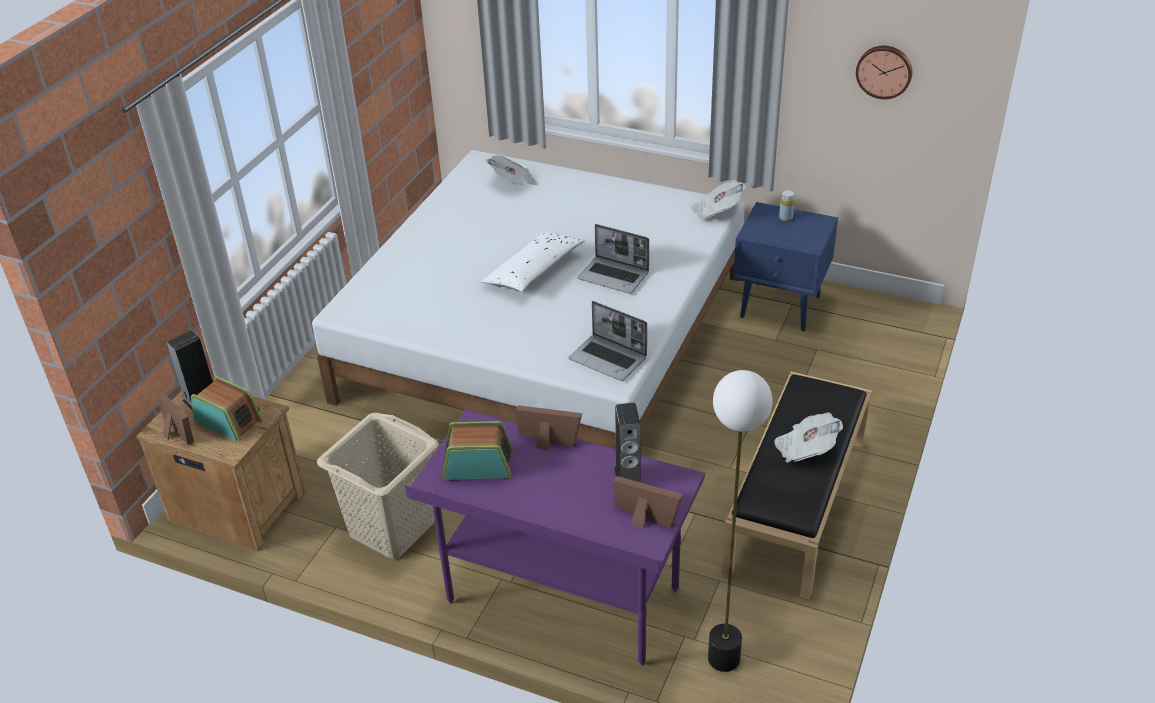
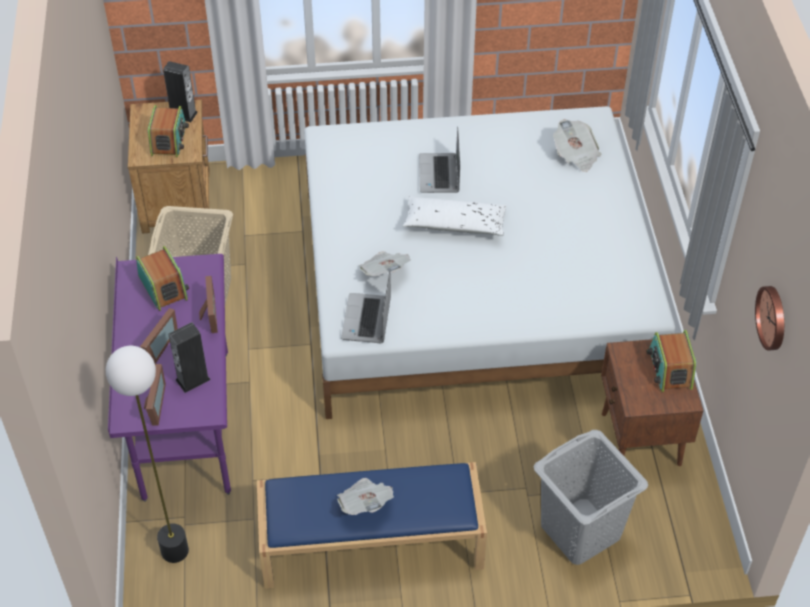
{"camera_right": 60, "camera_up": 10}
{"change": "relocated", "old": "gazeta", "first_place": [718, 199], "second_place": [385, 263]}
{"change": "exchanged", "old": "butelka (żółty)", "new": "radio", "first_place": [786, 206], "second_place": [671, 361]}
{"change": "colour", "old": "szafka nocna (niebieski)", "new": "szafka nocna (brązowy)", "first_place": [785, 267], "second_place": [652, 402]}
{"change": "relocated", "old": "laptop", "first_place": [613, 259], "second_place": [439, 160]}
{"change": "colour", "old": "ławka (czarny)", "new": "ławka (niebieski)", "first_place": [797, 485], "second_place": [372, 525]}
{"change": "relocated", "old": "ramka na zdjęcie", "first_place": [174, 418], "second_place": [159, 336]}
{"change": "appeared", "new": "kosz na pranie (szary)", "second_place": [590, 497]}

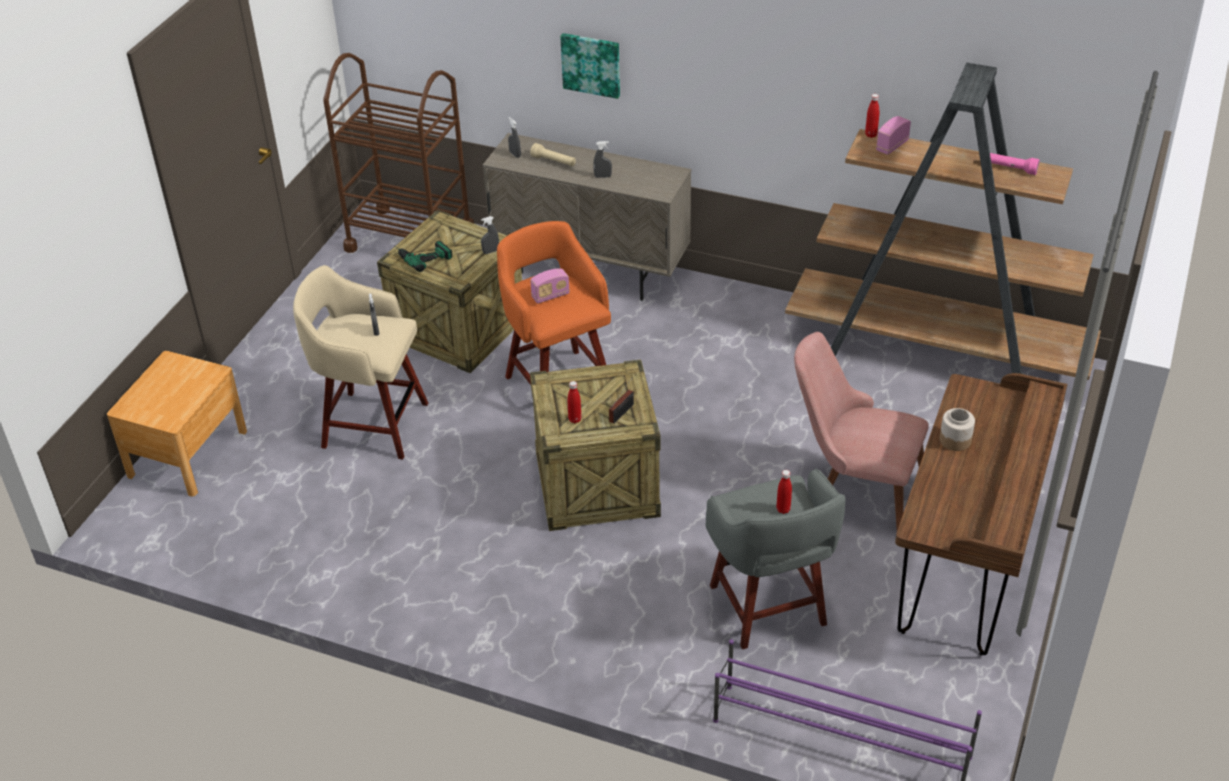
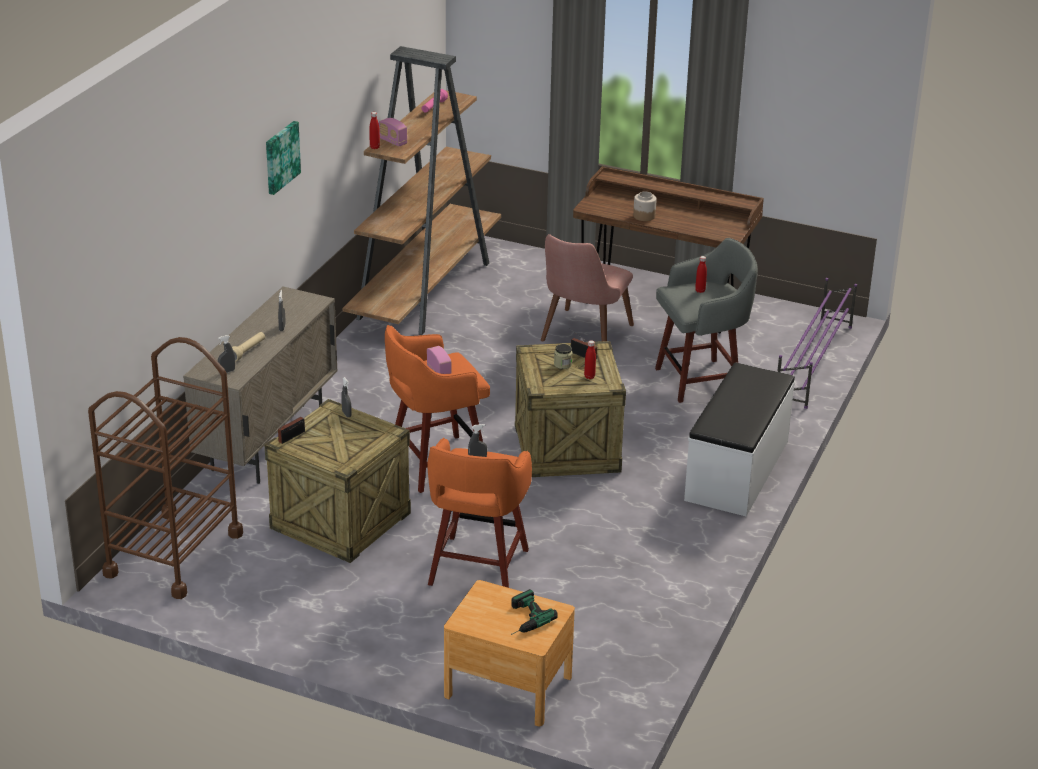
{"camera_right": -90, "camera_up": -10}
{"change": "relocated", "old": "obraz", "first_place": [590, 66], "second_place": [283, 158]}
{"change": "relocated", "old": "wiertarka", "first_place": [424, 256], "second_place": [534, 612]}
{"change": "colour", "old": "stołek (beżowy)", "new": "stołek (pomarańczowy)", "first_place": [360, 362], "second_place": [479, 513]}
{"change": "appeared", "new": "słoik", "second_place": [563, 356]}
{"change": "appeared", "new": "ławka (biały)", "second_place": [739, 439]}
{"change": "appeared", "new": "radio", "second_place": [291, 425]}

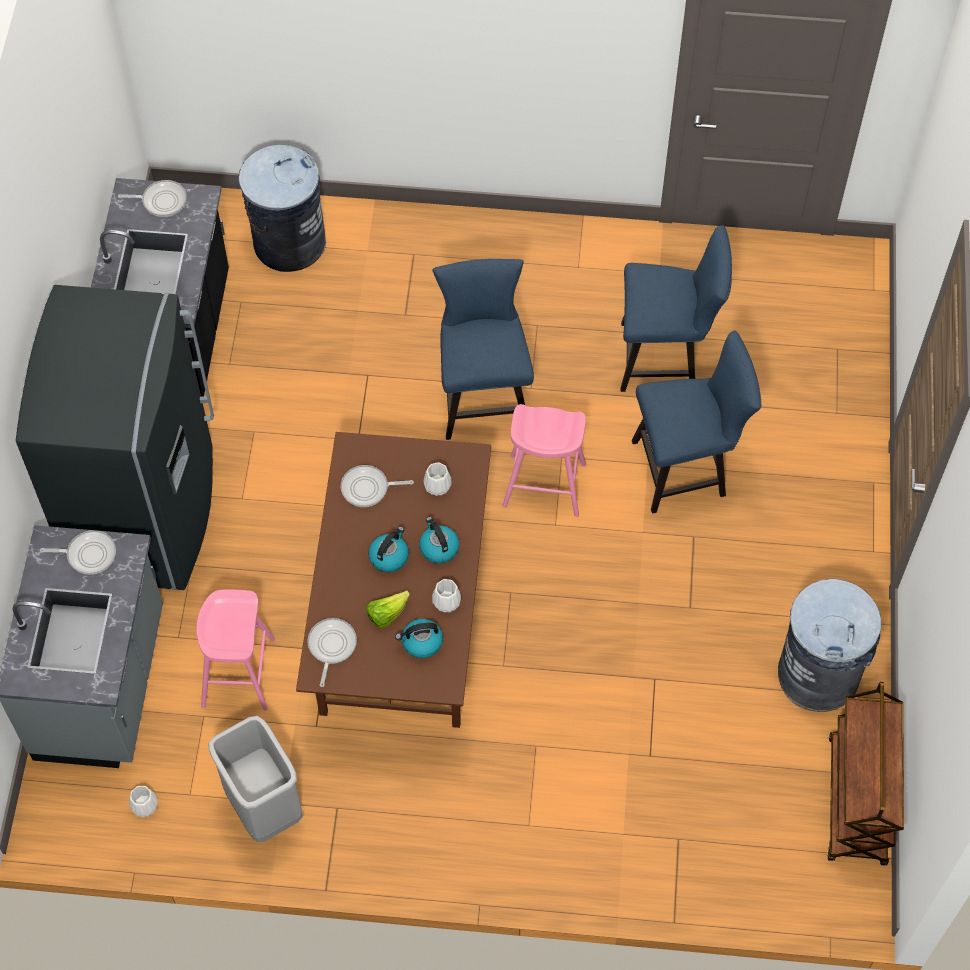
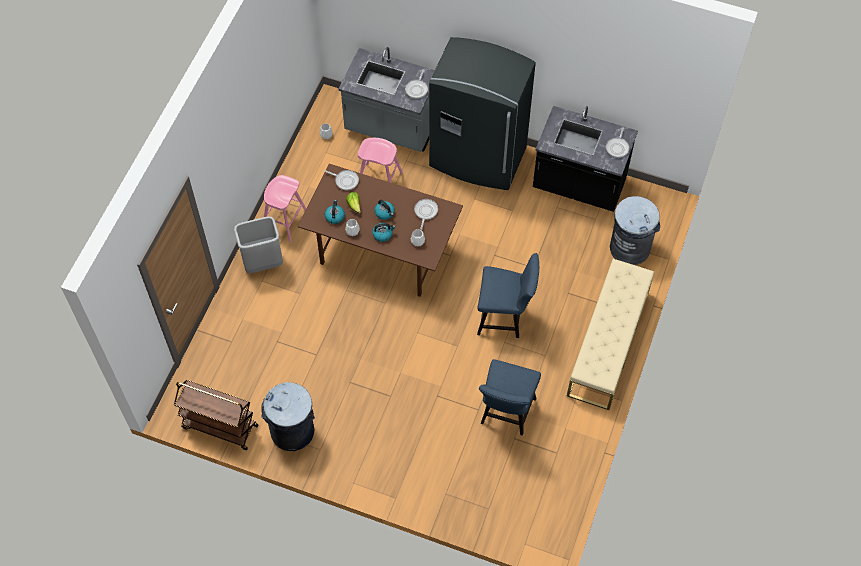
{"camera_right": 105, "camera_up": 0}
{"change": "missing", "old": "krzesło (niebieski)", "first_place": [696, 422]}
{"change": "relocated", "old": "stołek (różowy)", "first_place": [544, 460], "second_place": [285, 208]}
{"change": "relocated", "old": "kosz na śmieci (szary)", "first_place": [255, 779], "second_place": [258, 244]}
{"change": "appeared", "new": "ławka (beżowy)", "second_place": [610, 334]}

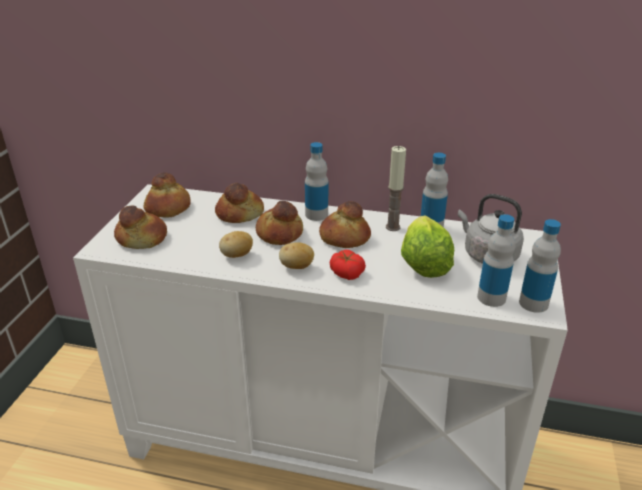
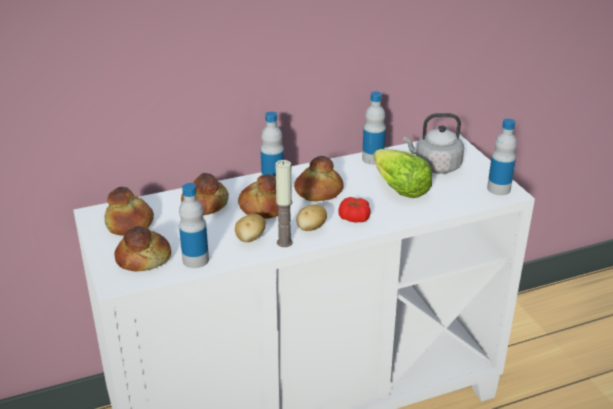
{"camera_right": -35, "camera_up": 0}
{"change": "relocated", "old": "świeca", "first_place": [396, 188], "second_place": [284, 203]}
{"change": "relocated", "old": "butelka", "first_place": [496, 260], "second_place": [194, 225]}

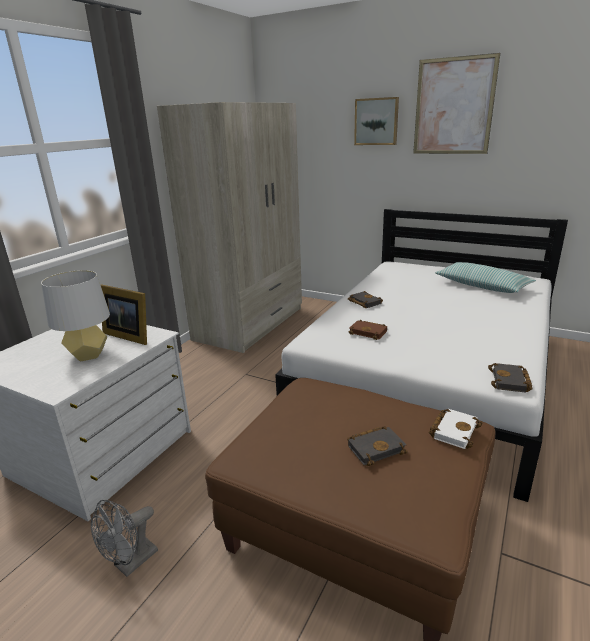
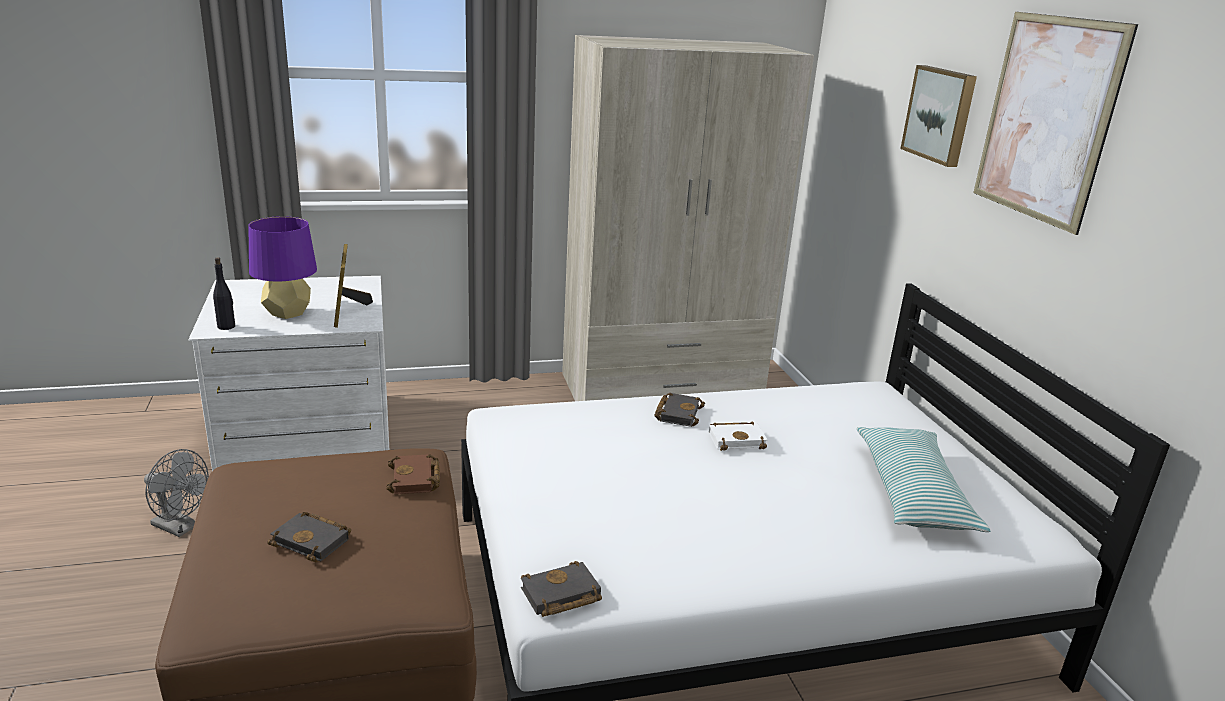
{"camera_right": 45, "camera_up": 0}
{"change": "colour", "old": "lampa stołowa (szary)", "new": "lampa stołowa (fioletowy)", "first_place": [75, 315], "second_place": [282, 267]}
{"change": "relocated", "old": "książka (brązowy)", "first_place": [368, 329], "second_place": [413, 474]}
{"change": "relocated", "old": "książka (biały)", "first_place": [455, 429], "second_place": [738, 436]}
{"change": "spun", "old": "wentylator (szary)", "first_place": [124, 538], "second_place": [176, 493], "degrees": -150}
{"change": "appeared", "new": "butelka (czarny)", "second_place": [224, 293]}

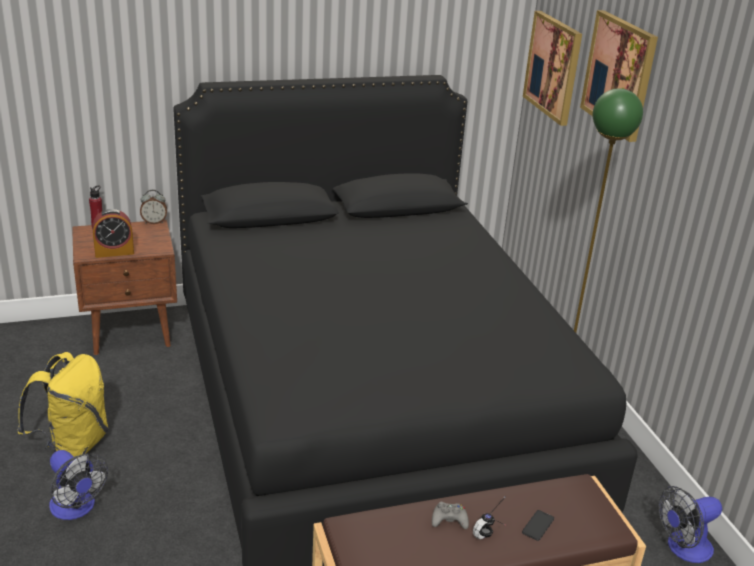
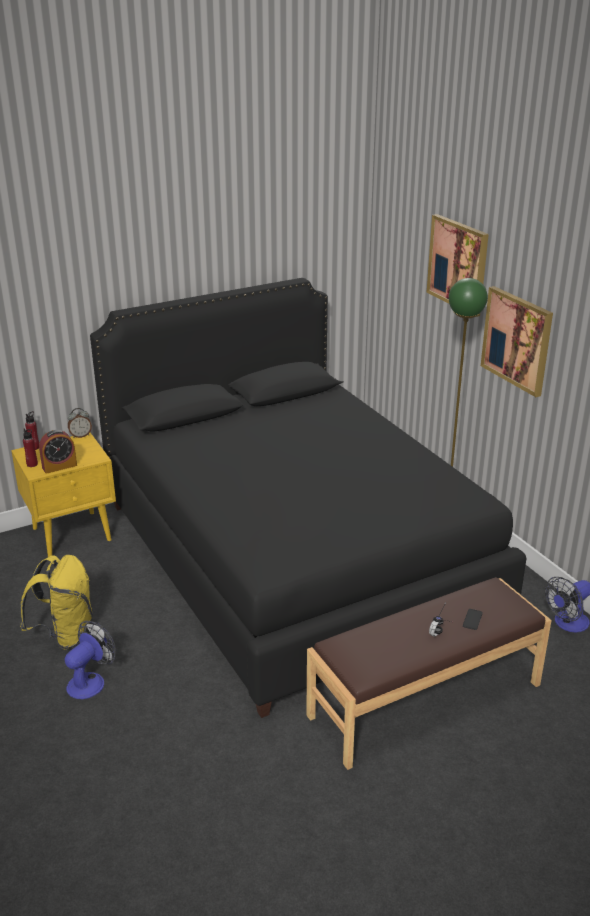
{"camera_right": -10, "camera_up": 0}
{"change": "relocated", "old": "obraz", "first_place": [552, 68], "second_place": [517, 341]}
{"change": "colour", "old": "szafka nocna (brązowy)", "new": "szafka nocna (żółty)", "first_place": [124, 287], "second_place": [63, 495]}
{"change": "spun", "old": "wentylator", "first_place": [78, 485], "second_place": [90, 660], "degrees": -90}
{"change": "missing", "old": "pad do gier (szary)", "first_place": [450, 515]}
{"change": "appeared", "new": "butelka (czerwony)", "second_place": [30, 447]}

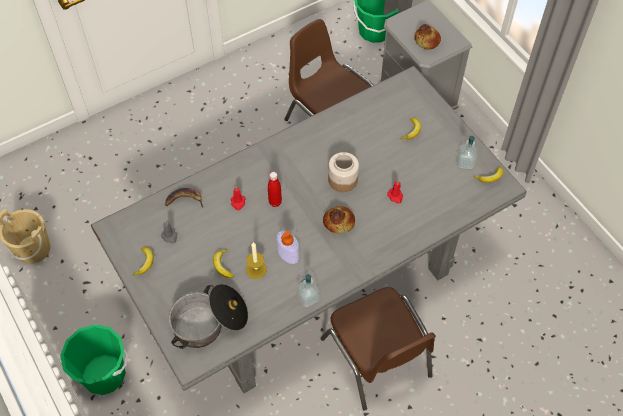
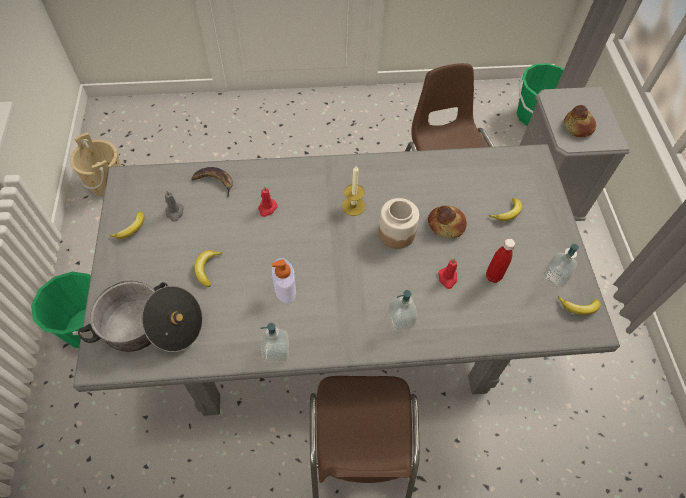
{"camera_right": 25, "camera_up": 0}
{"change": "relocated", "old": "butelka (czerwony)", "first_place": [275, 189], "second_place": [500, 260]}
{"change": "relocated", "old": "chleb", "first_place": [339, 219], "second_place": [447, 221]}
{"change": "relocated", "old": "świeca", "first_place": [256, 260], "second_place": [353, 191]}
{"change": "appeared", "new": "dozownik mydła", "second_place": [402, 311]}

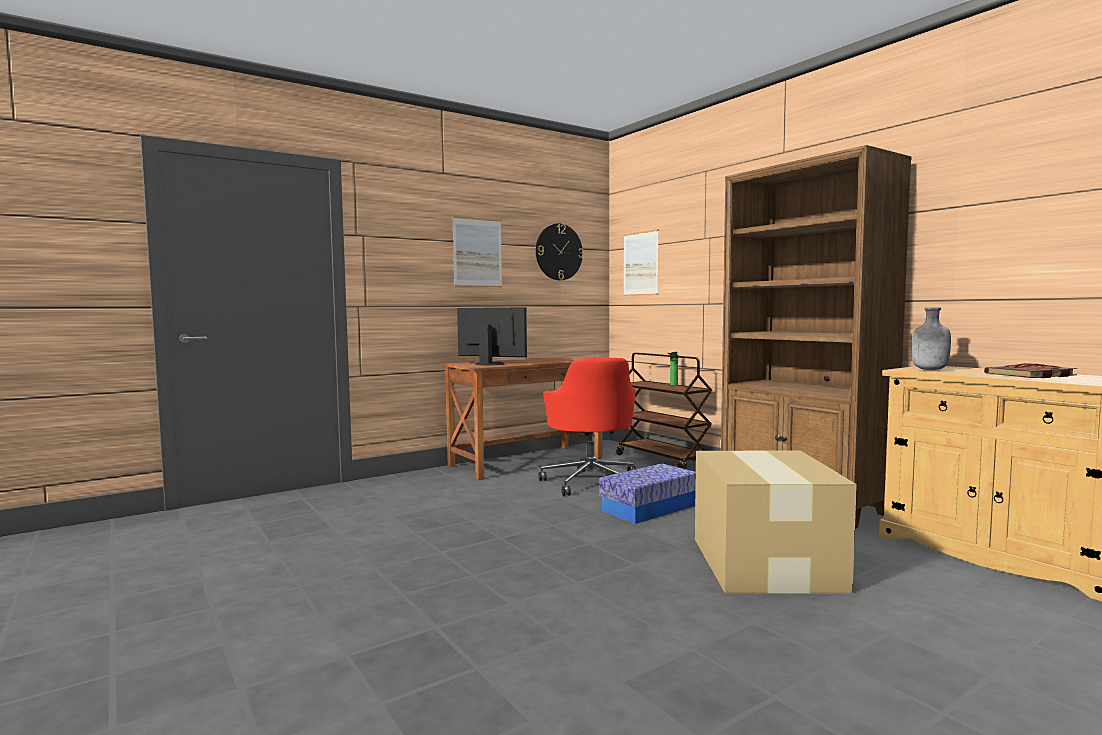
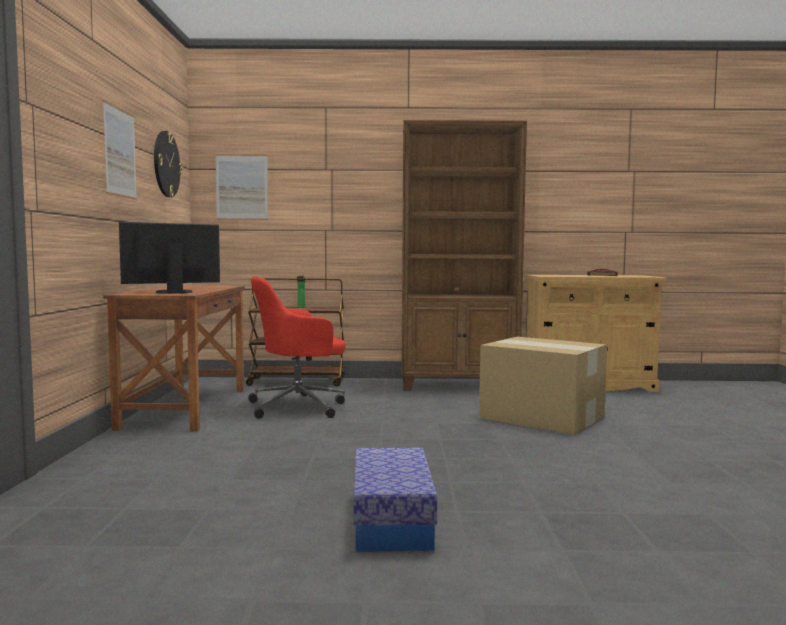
{"camera_right": -55, "camera_up": 0}
{"change": "missing", "old": "butelka (szary)", "first_place": [931, 338]}
{"change": "spun", "old": "krzesło biurowe (czerwony)", "first_place": [587, 427], "second_place": [297, 347], "degrees": 135}
{"change": "relocated", "old": "pojemnik do przechowywania", "first_place": [648, 493], "second_place": [395, 499]}

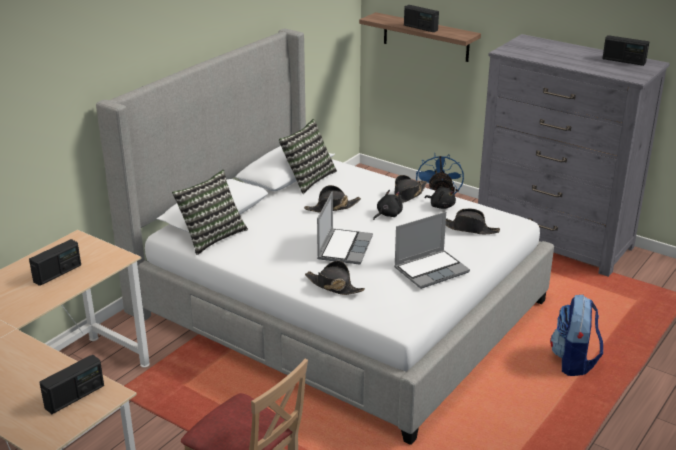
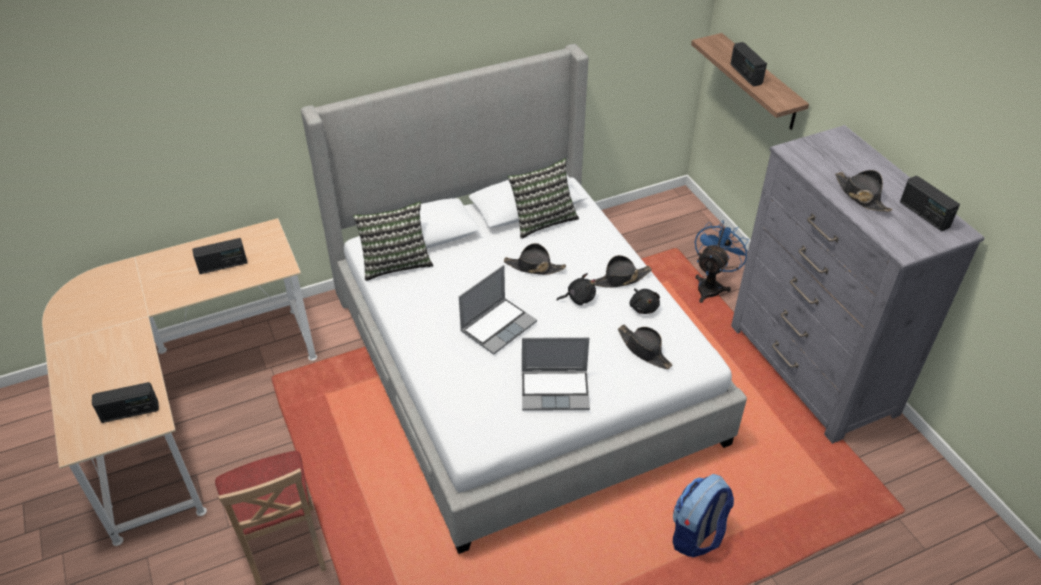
{"camera_right": 30, "camera_up": 15}
{"change": "relocated", "old": "kapelusz (czarny)", "first_place": [335, 278], "second_place": [864, 191]}

